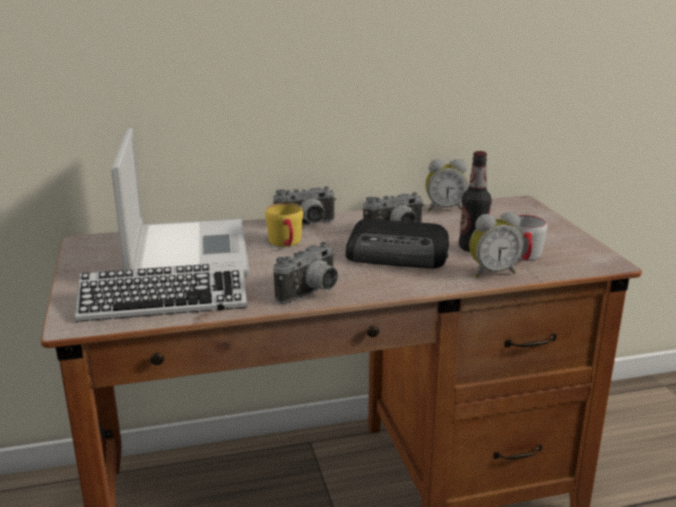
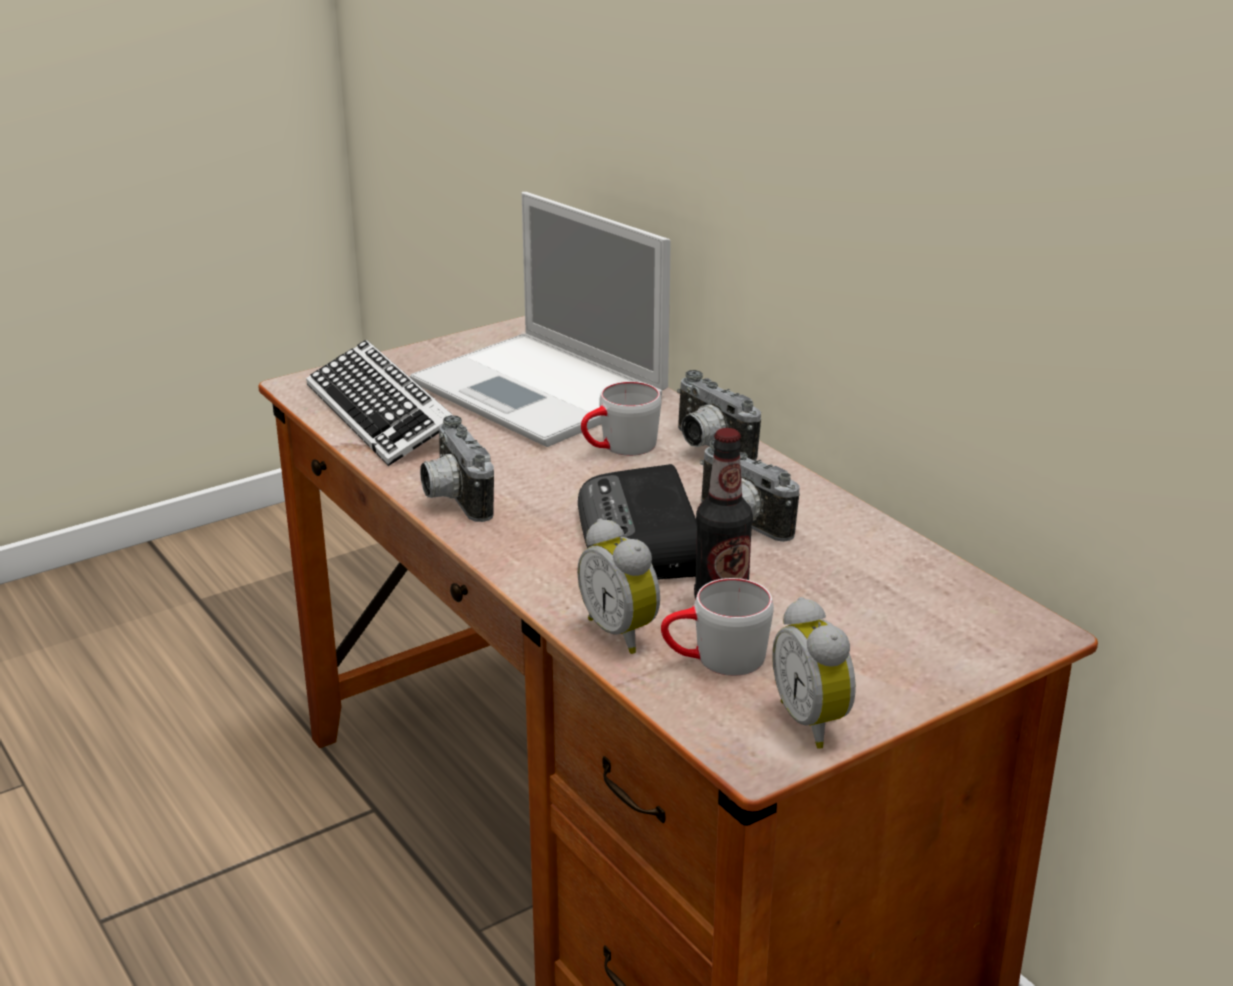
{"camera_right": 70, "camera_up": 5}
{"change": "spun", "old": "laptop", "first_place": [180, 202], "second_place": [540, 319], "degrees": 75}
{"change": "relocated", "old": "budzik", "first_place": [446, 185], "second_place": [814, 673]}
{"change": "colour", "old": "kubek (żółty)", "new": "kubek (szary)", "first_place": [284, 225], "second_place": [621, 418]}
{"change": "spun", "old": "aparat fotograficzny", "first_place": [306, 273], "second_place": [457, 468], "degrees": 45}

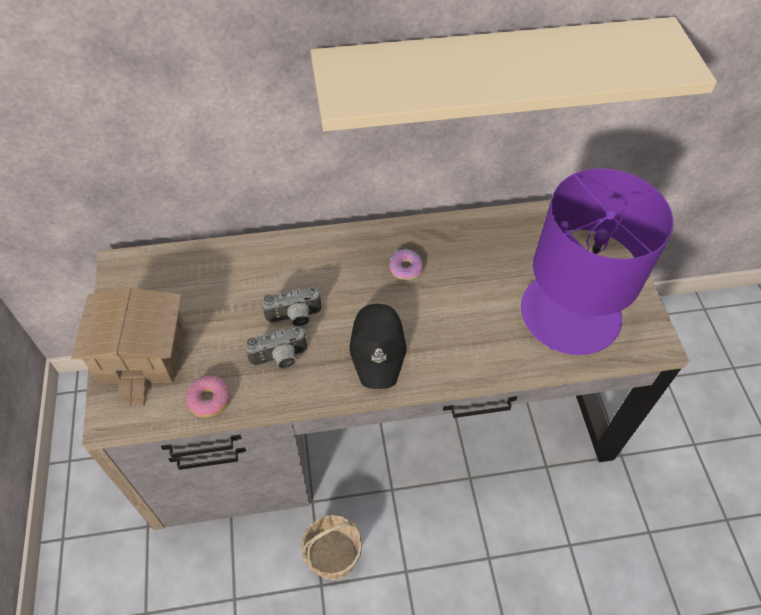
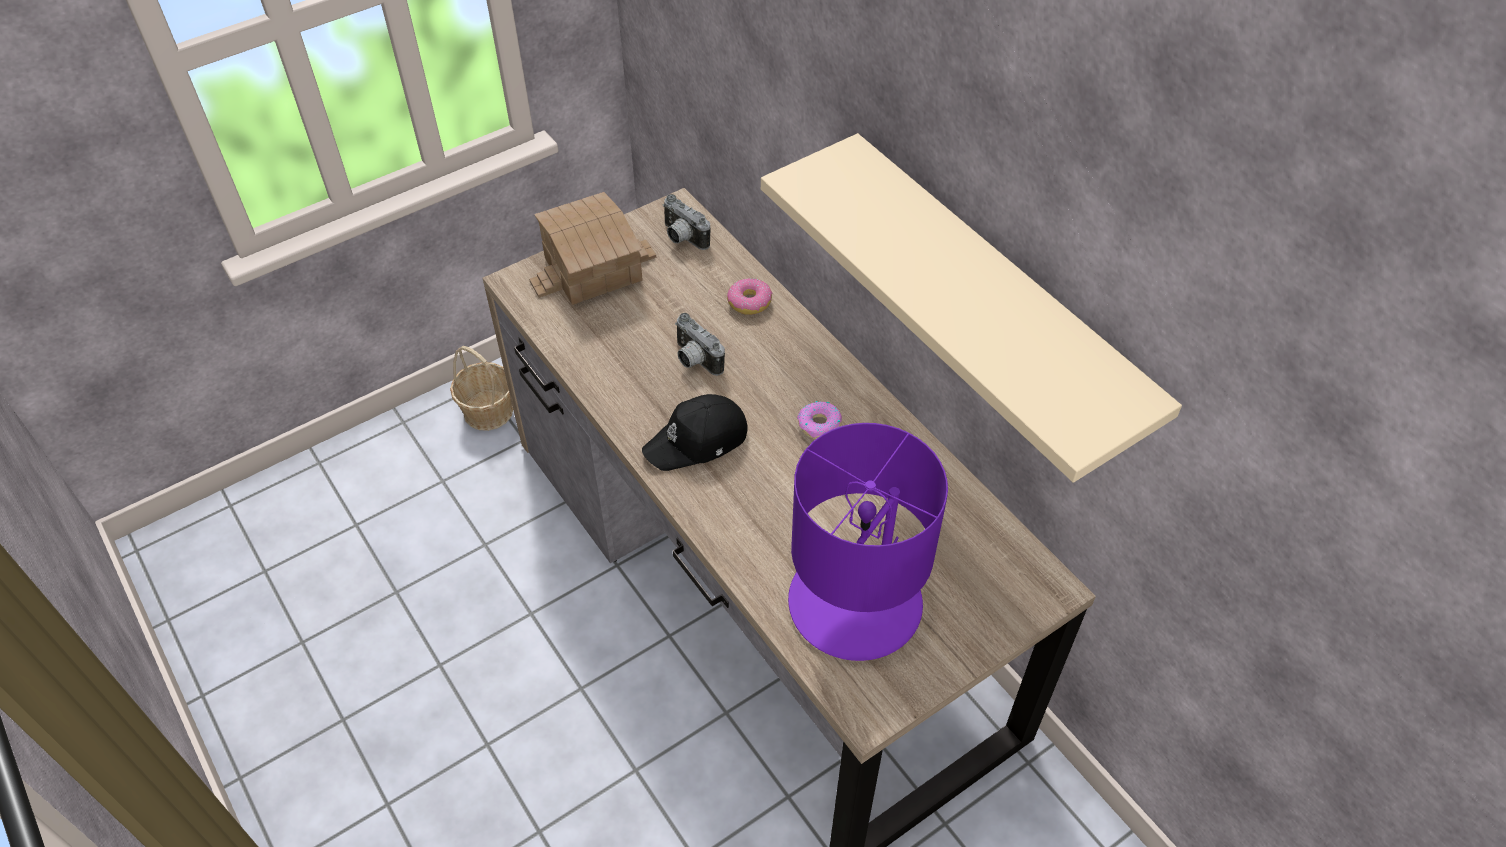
{"camera_right": 65, "camera_up": -5}
{"change": "relocated", "old": "aparat fotograficzny", "first_place": [276, 348], "second_place": [686, 222]}
{"change": "relocated", "old": "donut", "first_place": [208, 397], "second_place": [749, 296]}
{"change": "relocated", "old": "koszyk", "first_place": [332, 547], "second_place": [481, 388]}

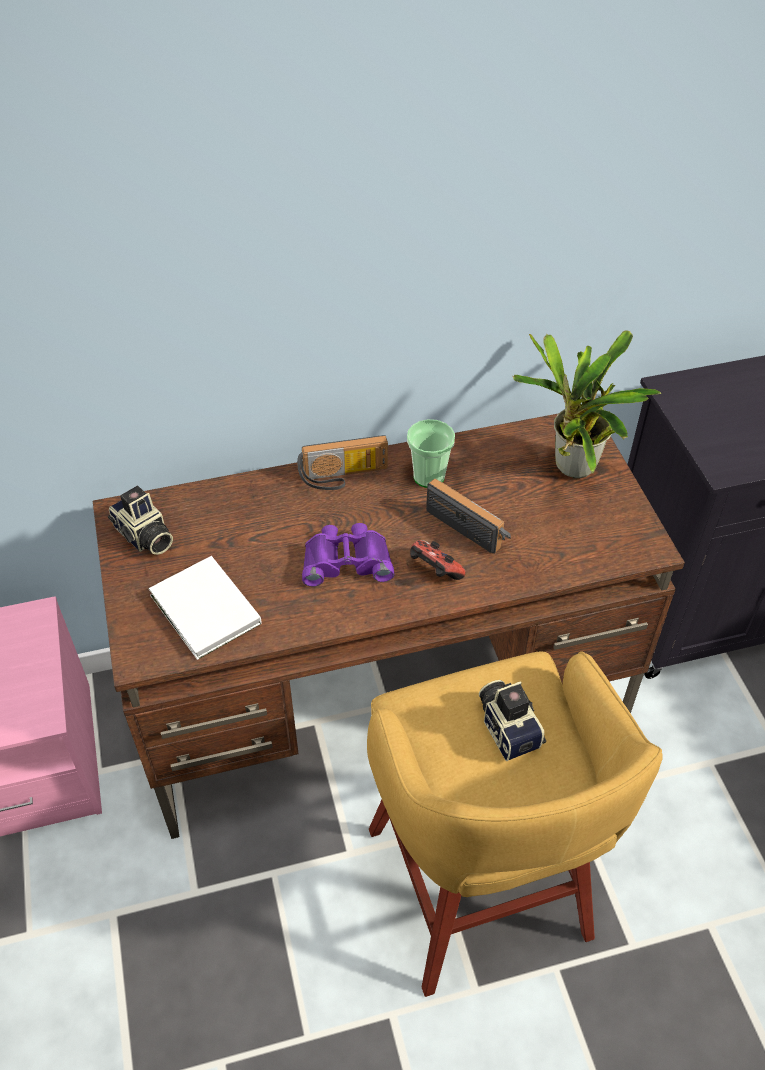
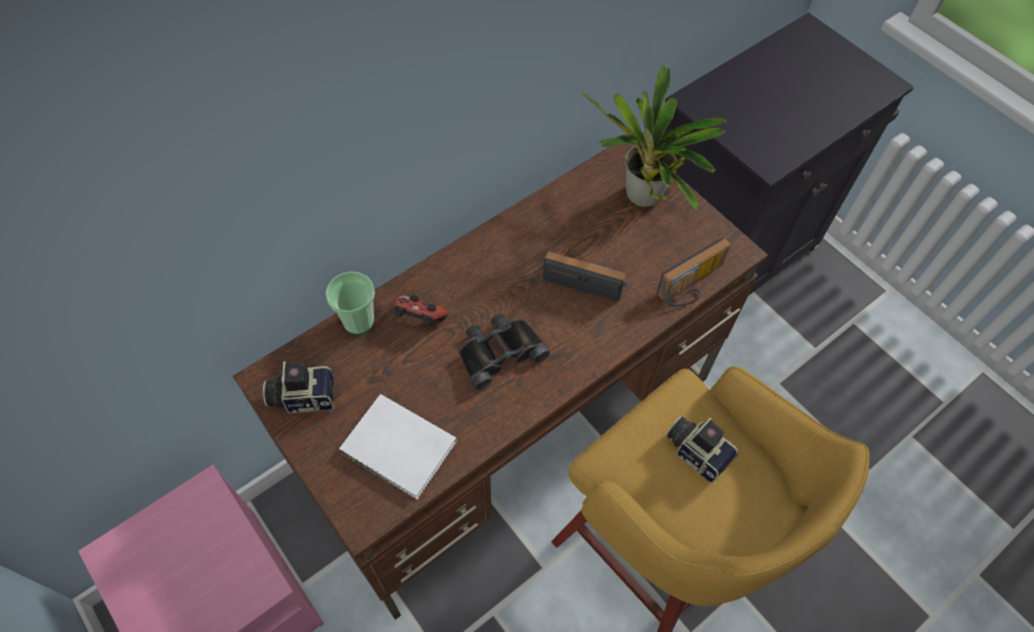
{"camera_right": -25, "camera_up": 10}
{"change": "relocated", "old": "filiżanka", "first_place": [431, 453], "second_place": [350, 303]}
{"change": "relocated", "old": "radio", "first_place": [342, 462], "second_place": [694, 272]}
{"change": "spun", "old": "aparat fotograficzny", "first_place": [140, 520], "second_place": [298, 387], "degrees": 150}
{"change": "colour", "old": "lornetka (fioletowy)", "new": "lornetka (czarny)", "first_place": [348, 555], "second_place": [504, 351]}
{"change": "relocated", "old": "pad do gier", "first_place": [438, 560], "second_place": [421, 310]}

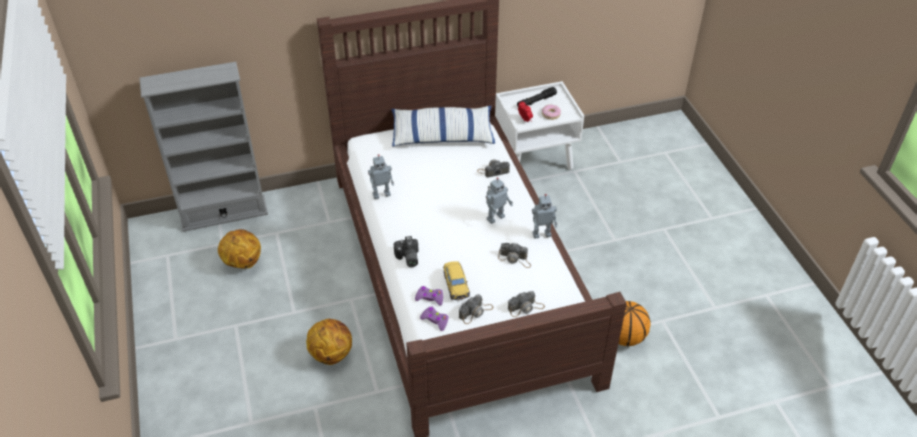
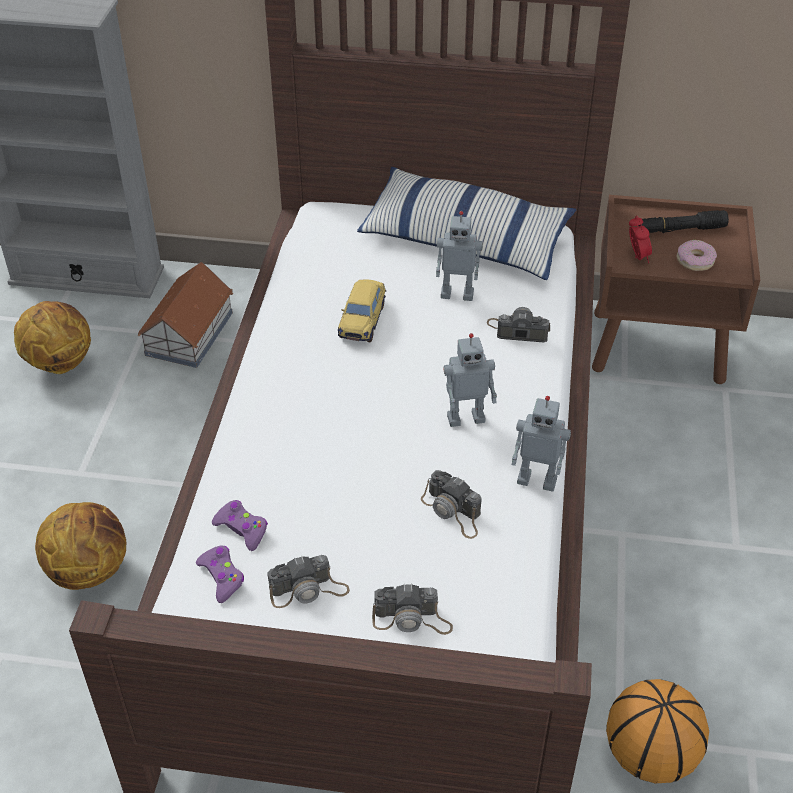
{"camera_right": 25, "camera_up": 0}
{"change": "colour", "old": "szafka nocna (biały)", "new": "szafka nocna (brązowy)", "first_place": [539, 125], "second_place": [676, 289]}
{"change": "relocated", "old": "robot zabawkowy", "first_place": [381, 176], "second_place": [459, 256]}
{"change": "missing", "old": "aparat fotograficzny", "first_place": [406, 251]}
{"change": "relocated", "old": "samochodzik", "first_place": [456, 280], "second_place": [362, 310]}
{"change": "appeared", "new": "domek", "second_place": [185, 315]}

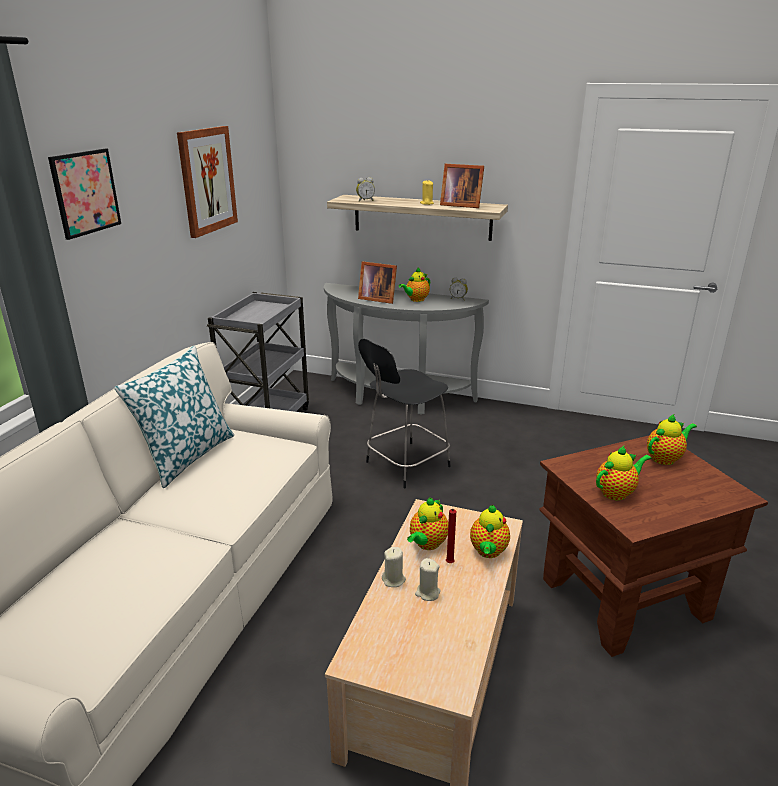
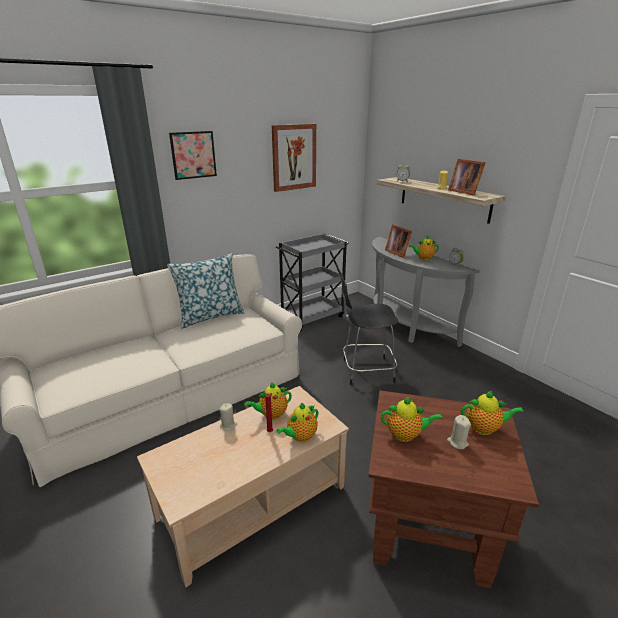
{"camera_right": 35, "camera_up": 0}
{"change": "relocated", "old": "świeca (beżowy)", "first_place": [428, 579], "second_place": [459, 432]}

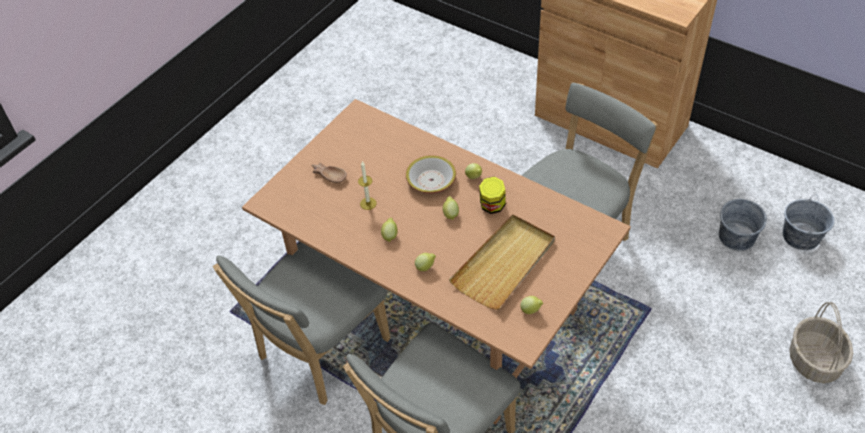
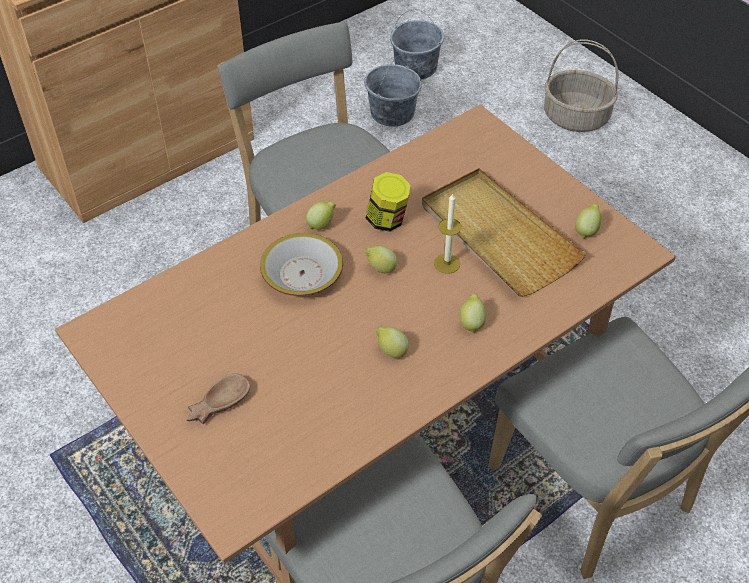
{"camera_right": -75, "camera_up": 0}
{"change": "relocated", "old": "świeca", "first_place": [367, 185], "second_place": [448, 234]}

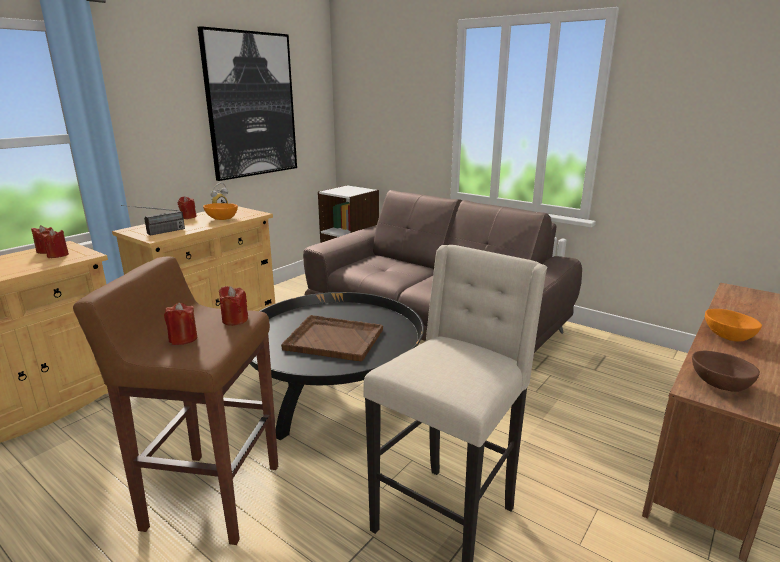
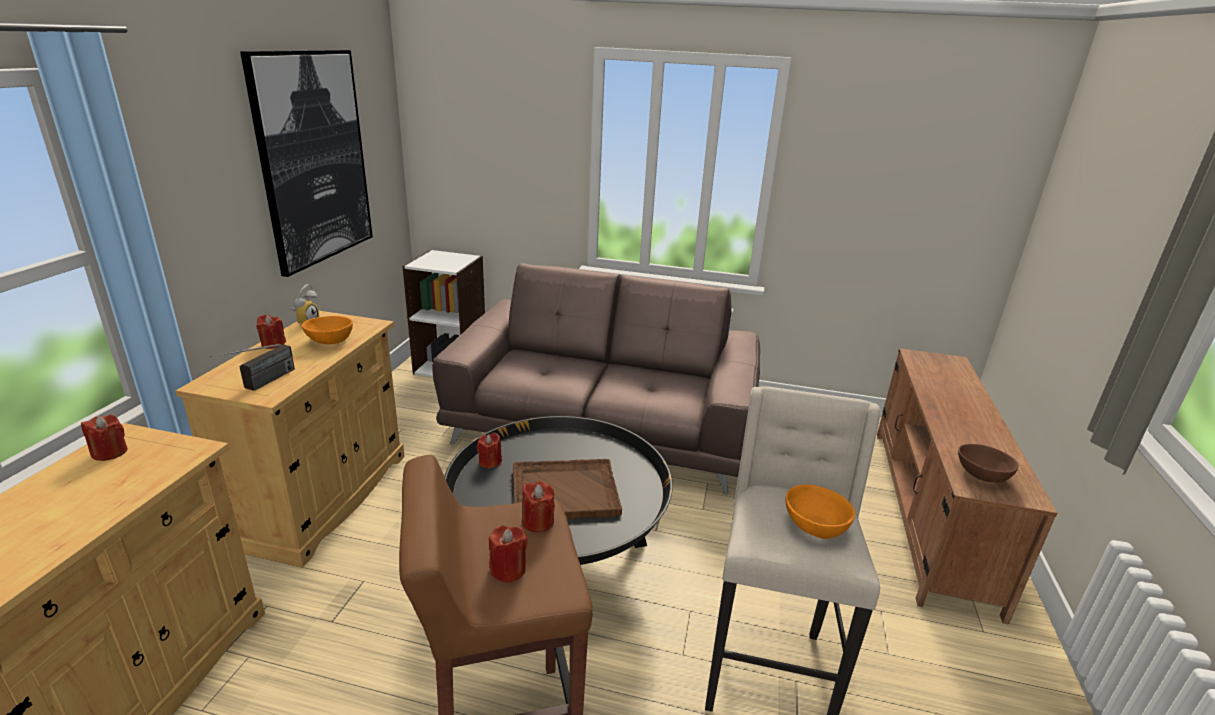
{"camera_right": -25, "camera_up": 5}
{"change": "relocated", "old": "świeca (czerwony)", "first_place": [55, 243], "second_place": [489, 451]}
{"change": "relocated", "old": "miska (pomarańczowy)", "first_place": [733, 325], "second_place": [820, 511]}

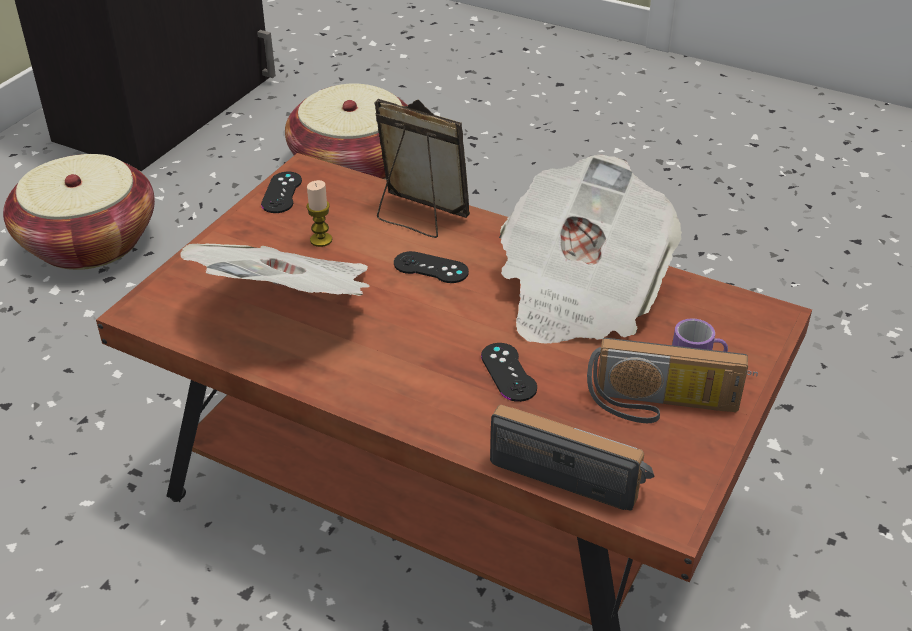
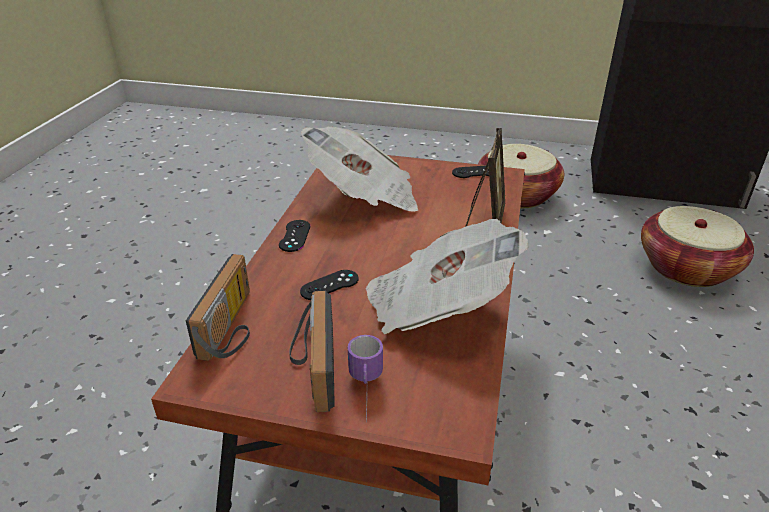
{"camera_right": 75, "camera_up": -5}
{"change": "missing", "old": "świeca", "first_place": [319, 213]}
{"change": "relocated", "old": "pad do gier (czarny)", "first_place": [431, 267], "second_place": [294, 236]}

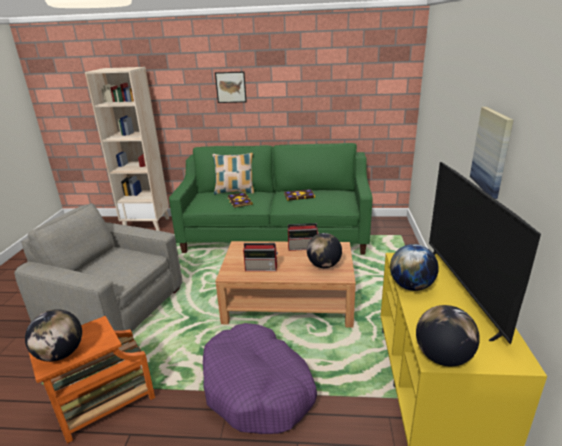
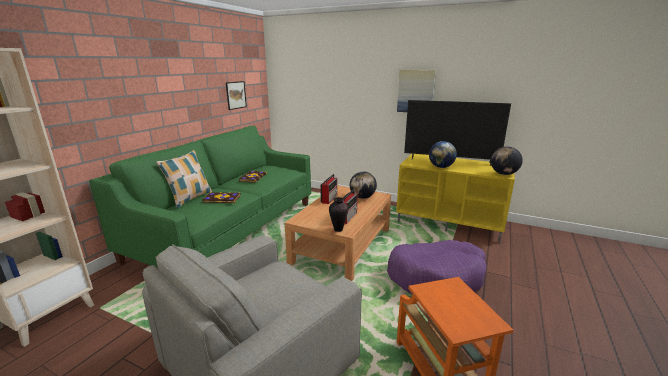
{"camera_right": -70, "camera_up": -5}
{"change": "relocated", "old": "obraz", "first_place": [231, 87], "second_place": [236, 95]}
{"change": "missing", "old": "globus", "first_place": [53, 335]}
{"change": "appeared", "new": "wazon", "second_place": [338, 214]}

